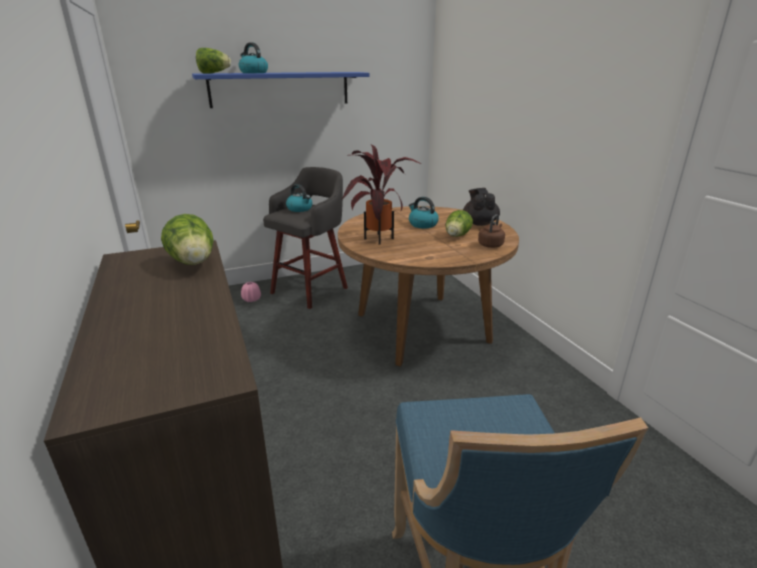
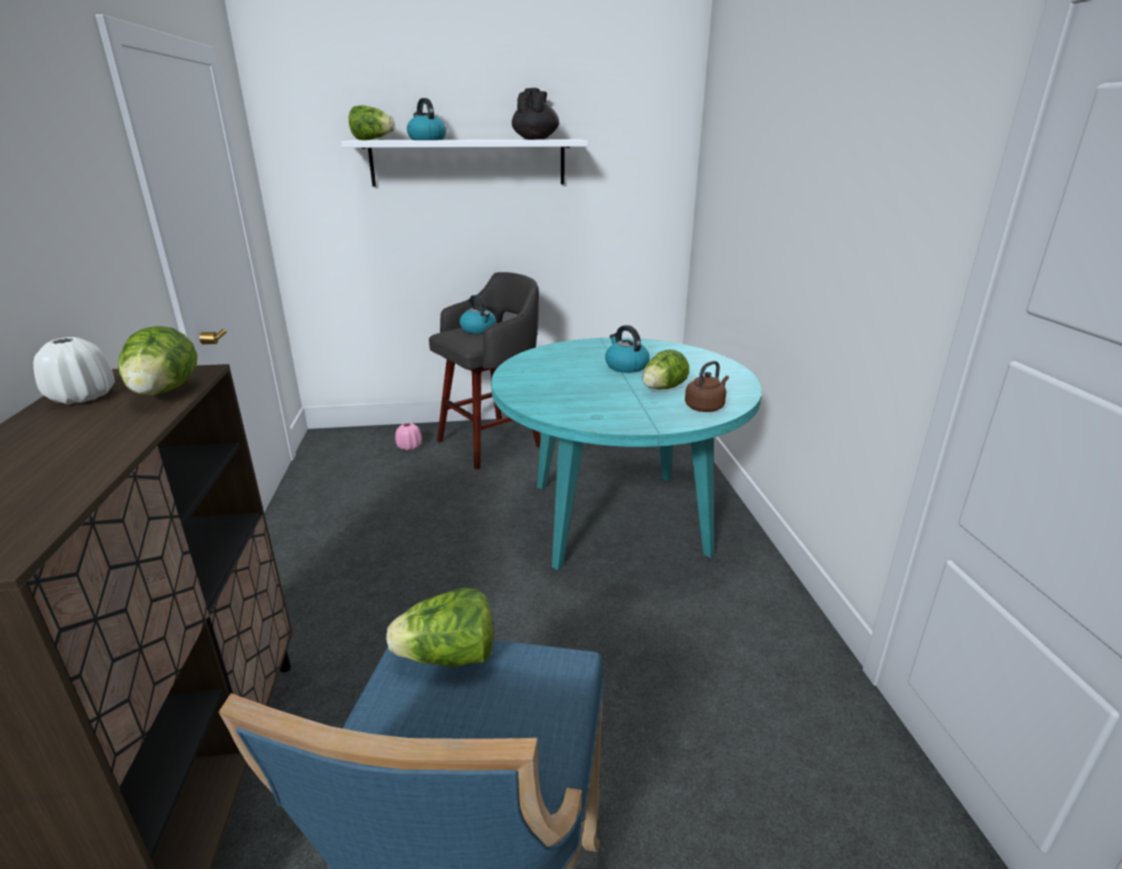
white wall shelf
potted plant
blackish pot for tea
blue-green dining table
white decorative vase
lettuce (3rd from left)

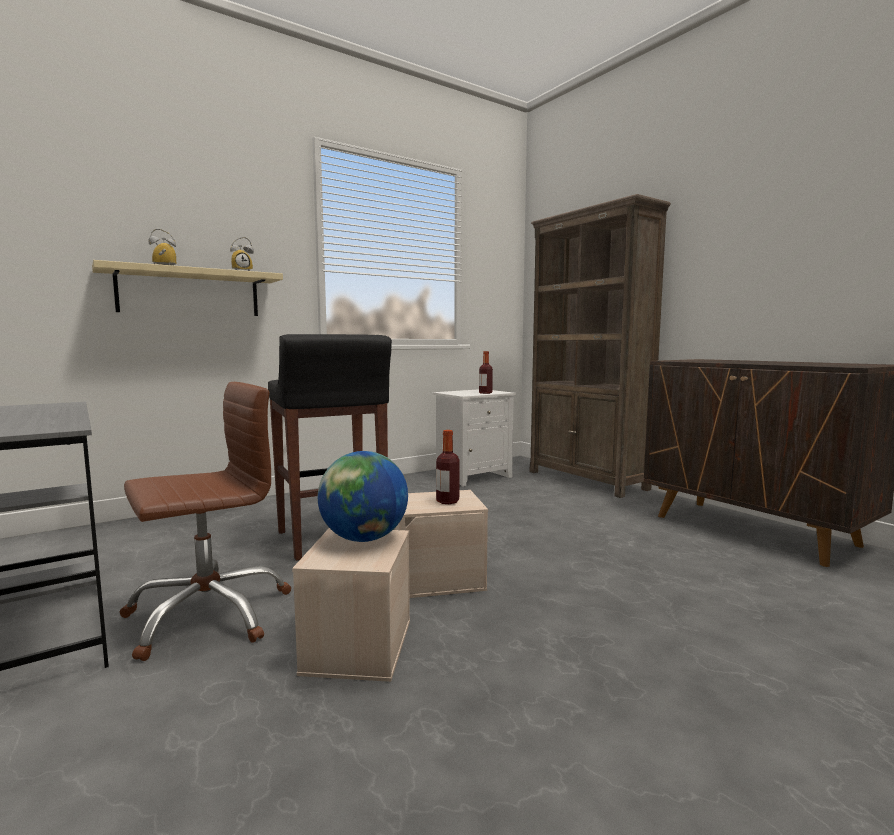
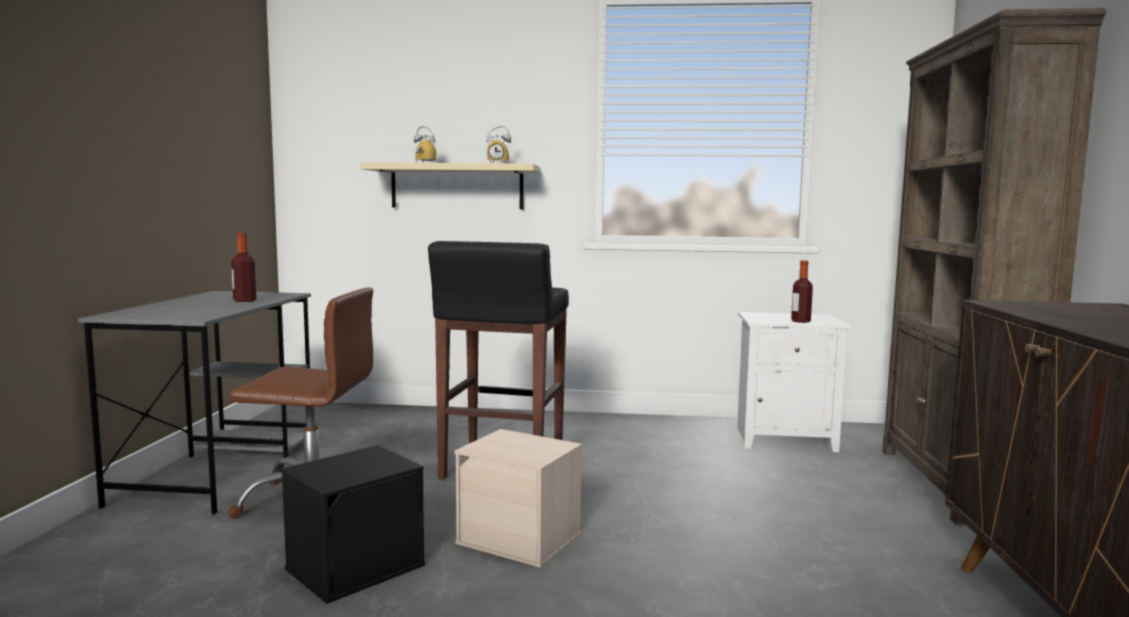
bottle (1st from left)
globe
blackish storage bin

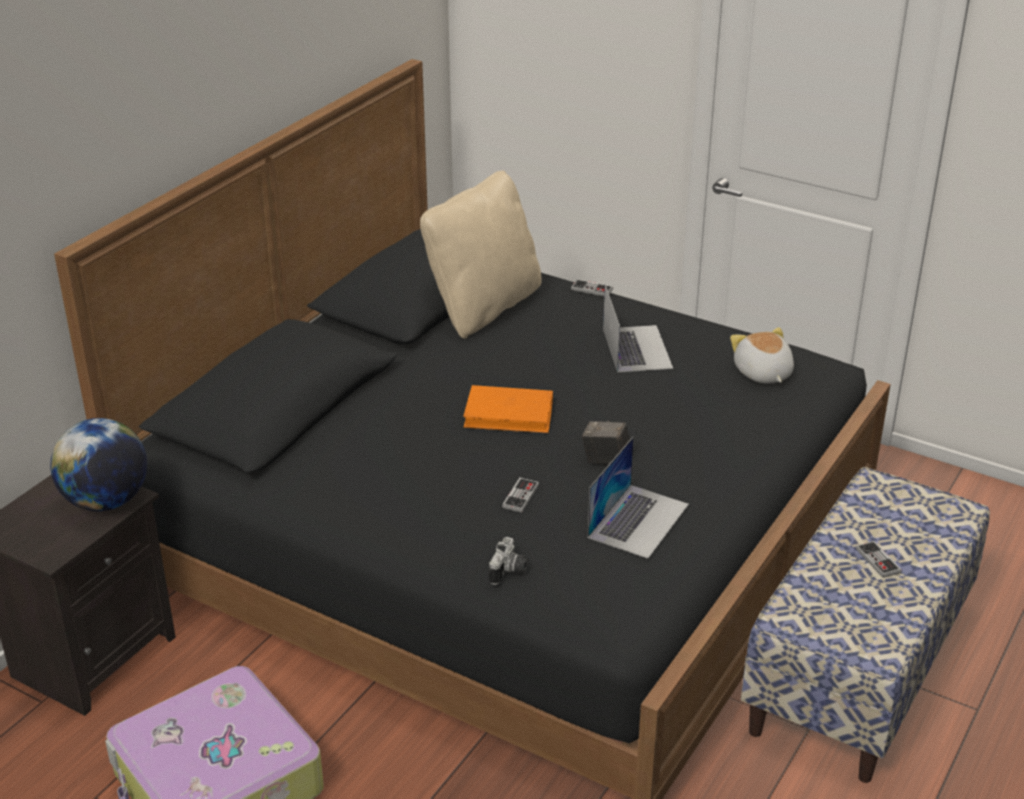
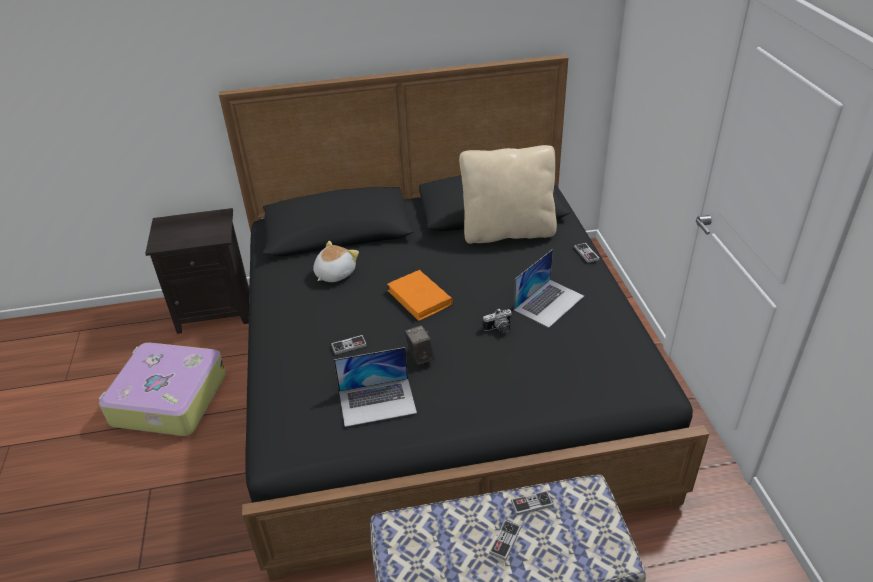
plush toy
globe
still camera (2nd from left)
game controller (3rd from left)

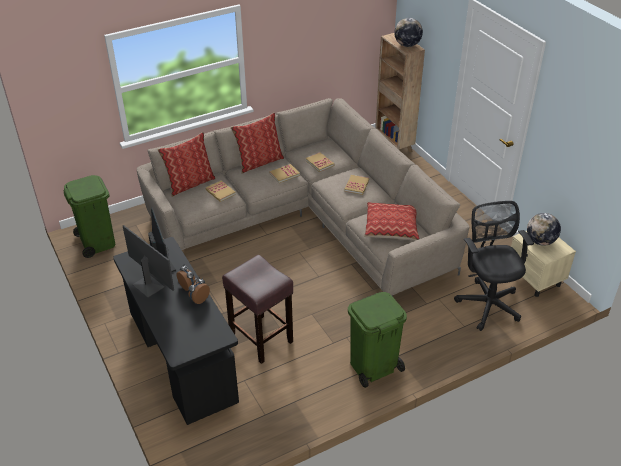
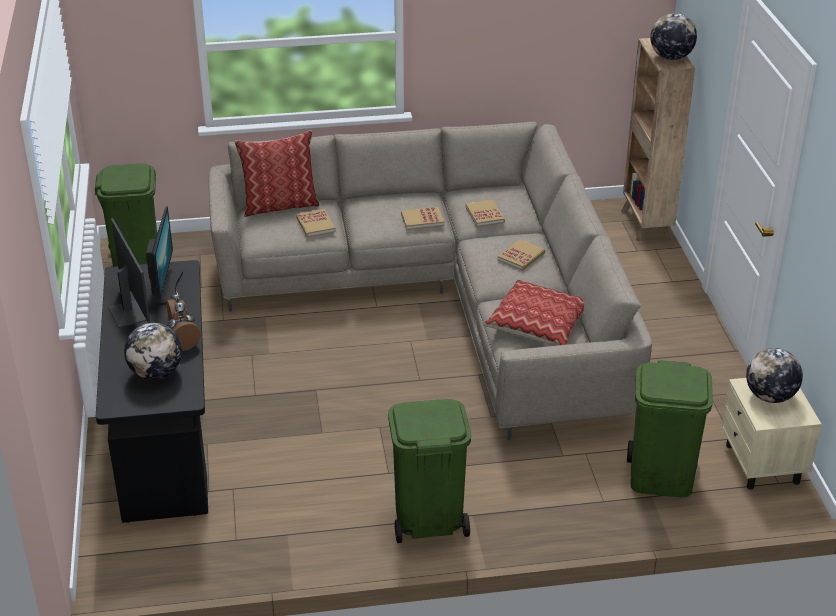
throw pillow (2nd from left in the first image)
green-coloured waste bin (3rd from left)
brown-coloured sitting stool
globe (1st from left)

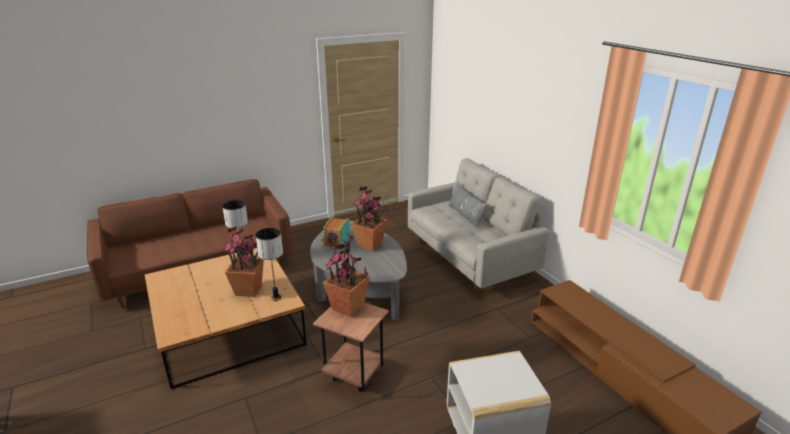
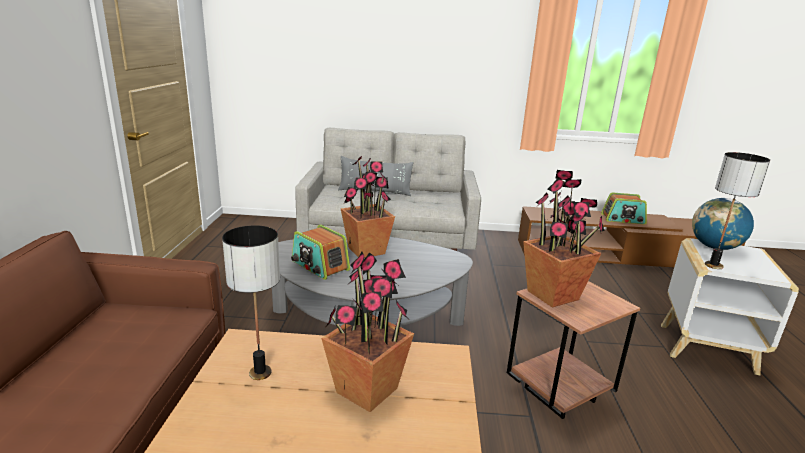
lamp for a table (2nd from left)
radio (2nd from left)
globe

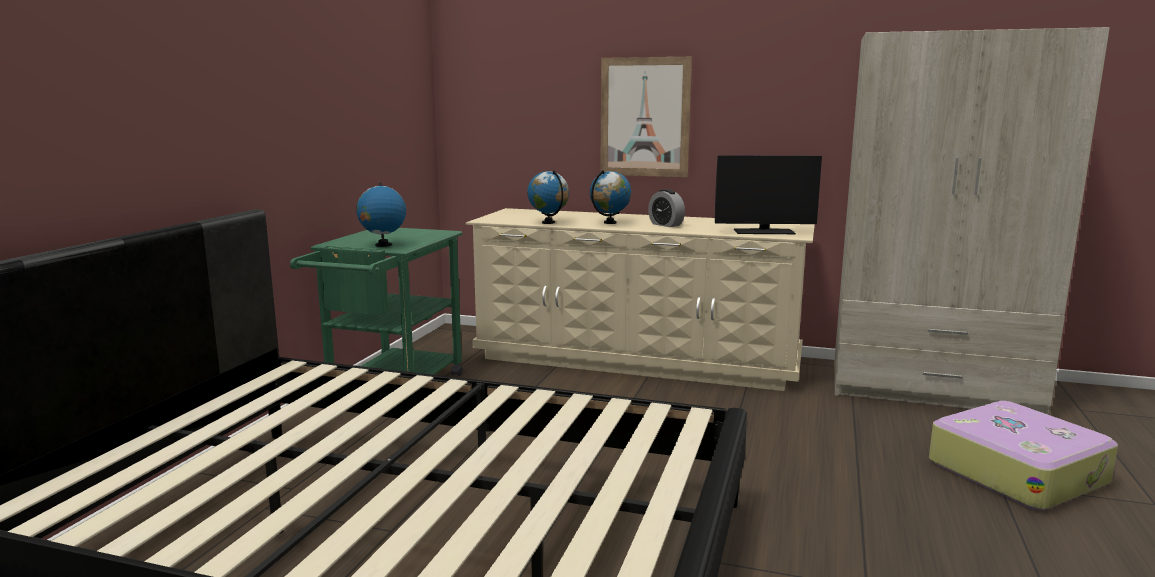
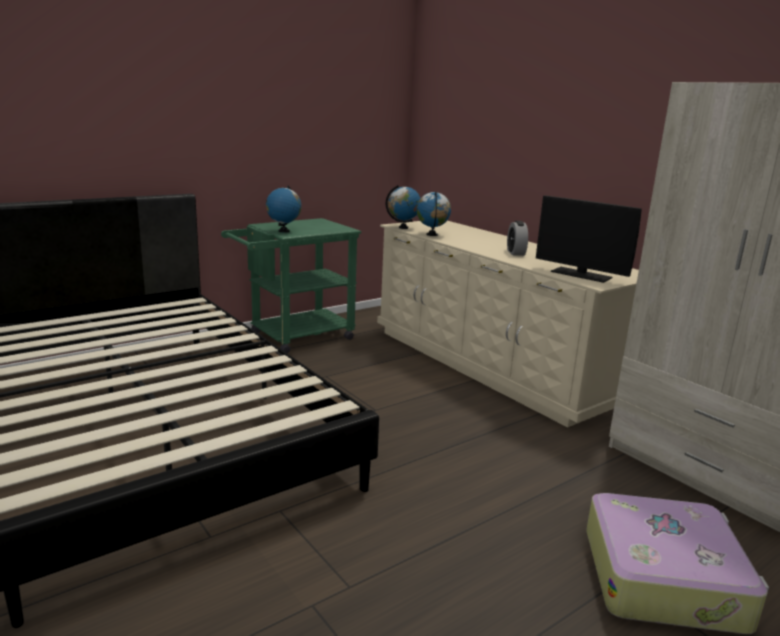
wall picture
globe (2nd from left)

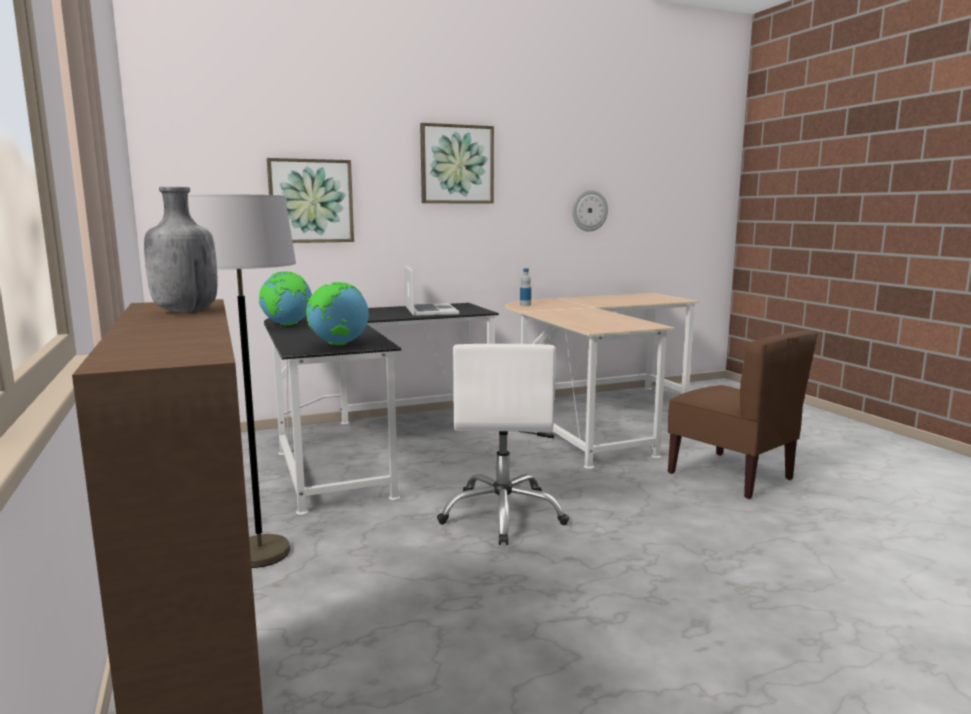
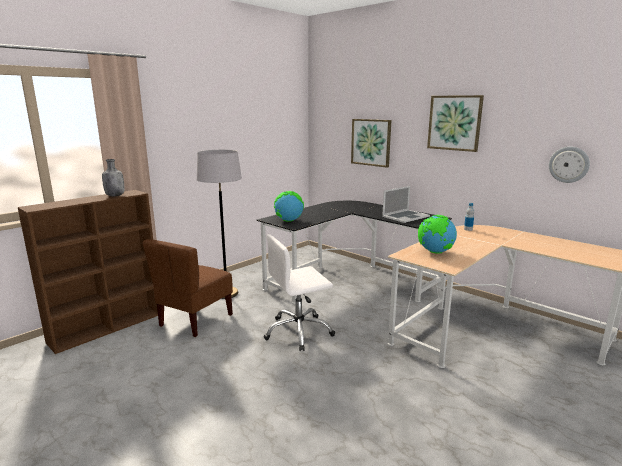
globe (2nd from left)
brown-coloured plain chair

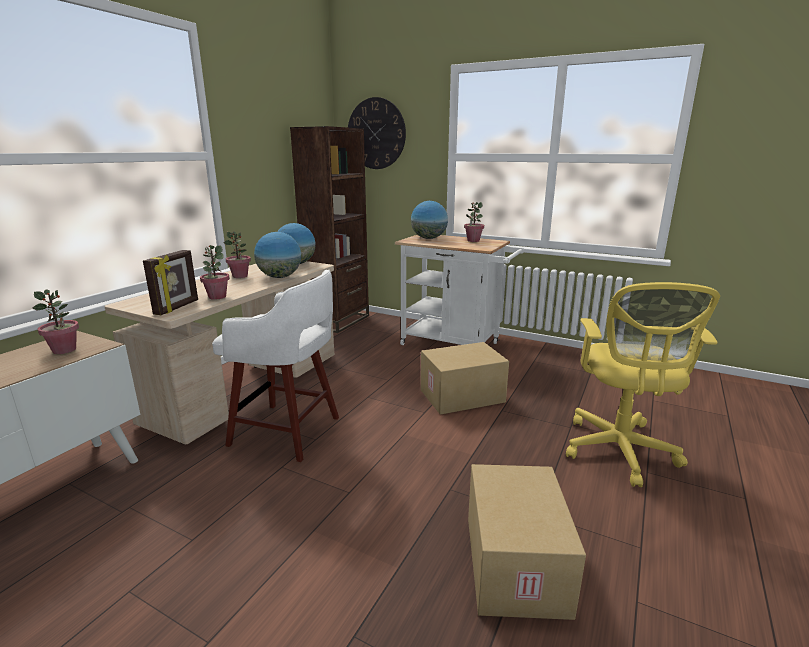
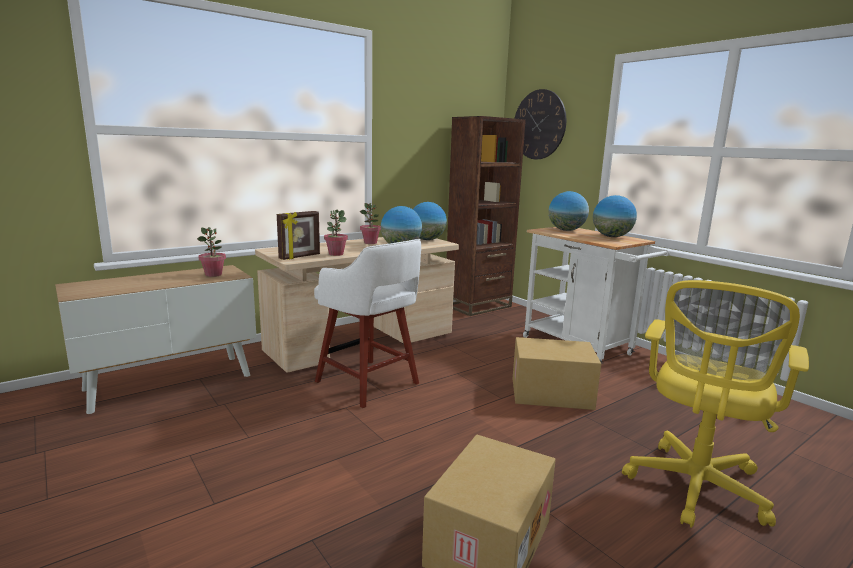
globe (4th from left)

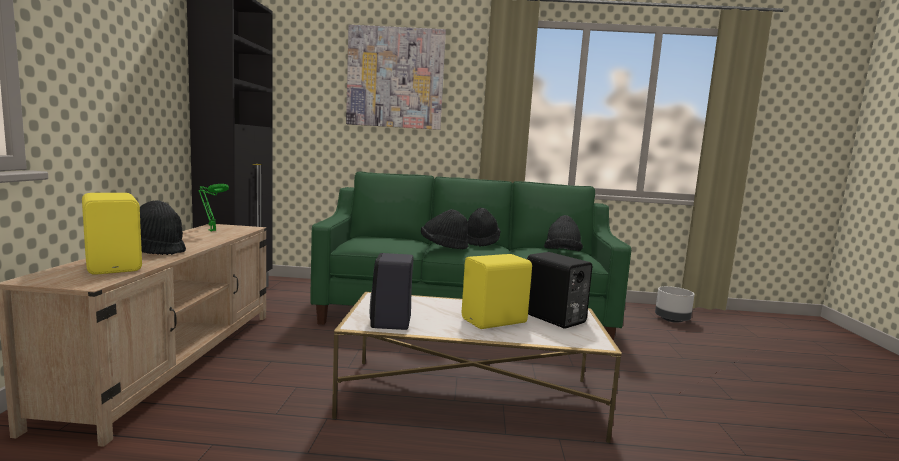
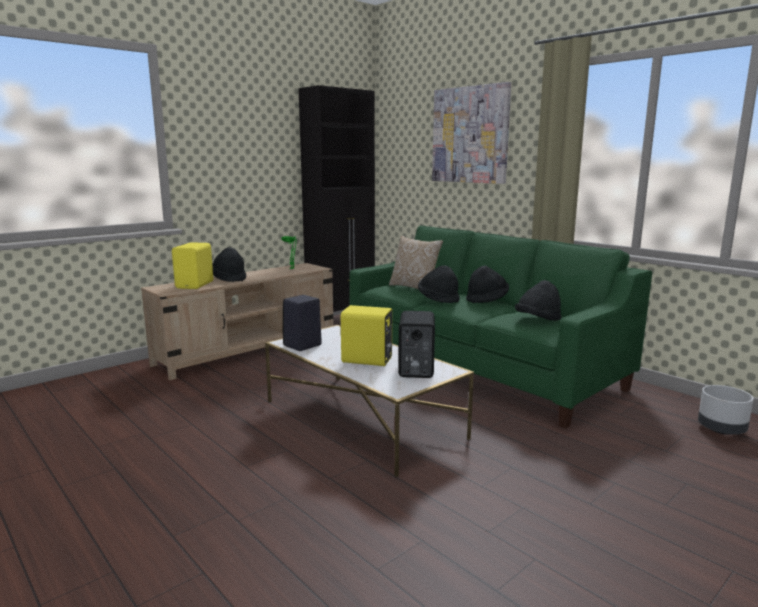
throw pillow

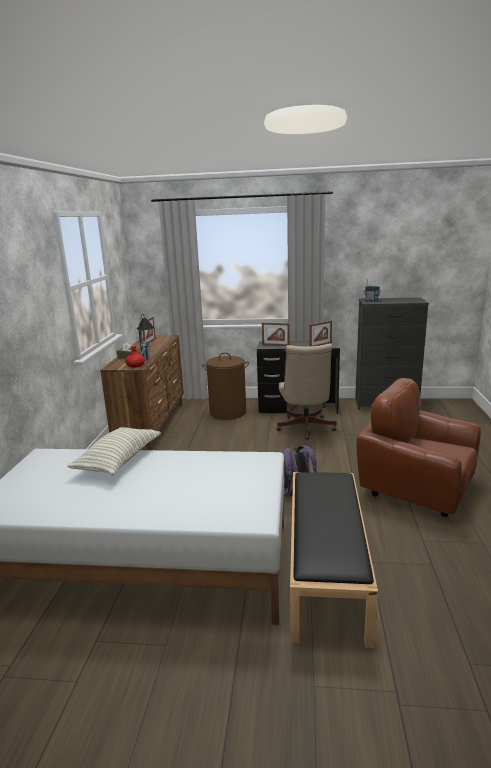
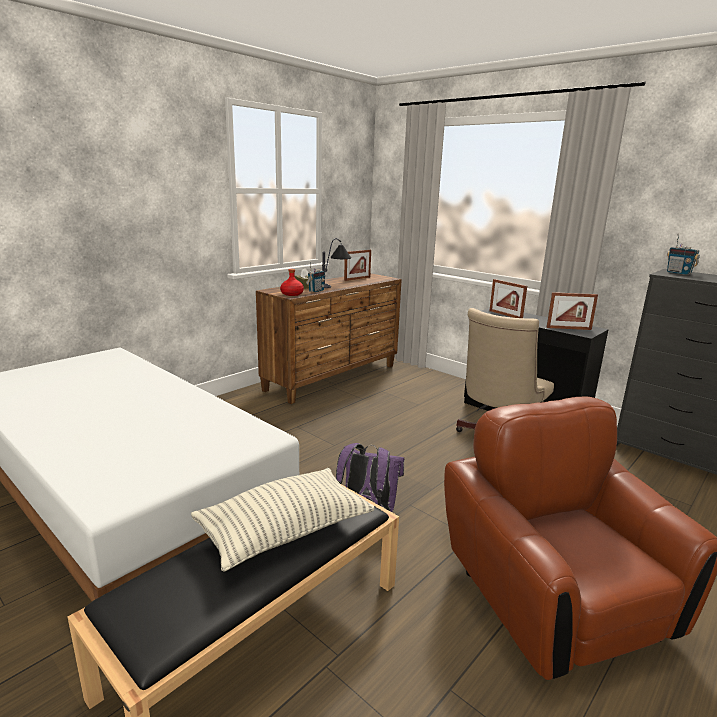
brown-coloured washing basket
throw pillow

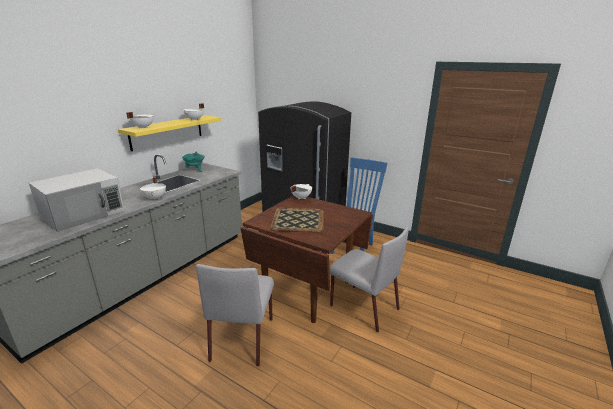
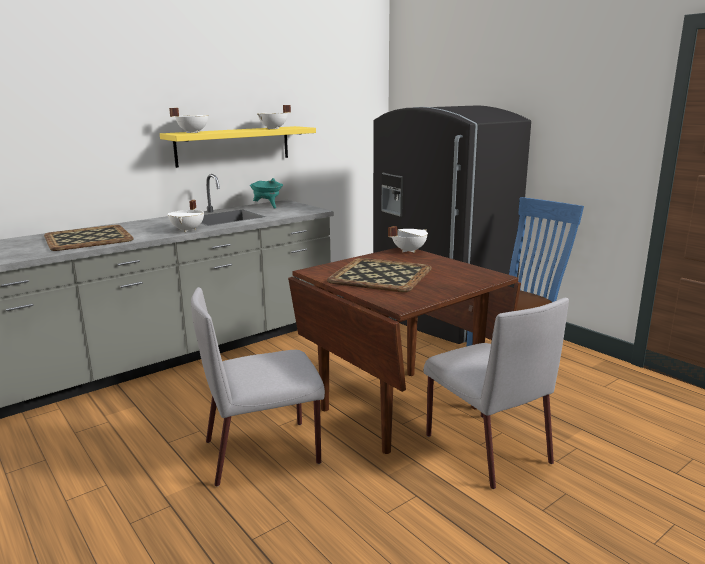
serving tray (1st from left)
grey plain chair (1st from left)

